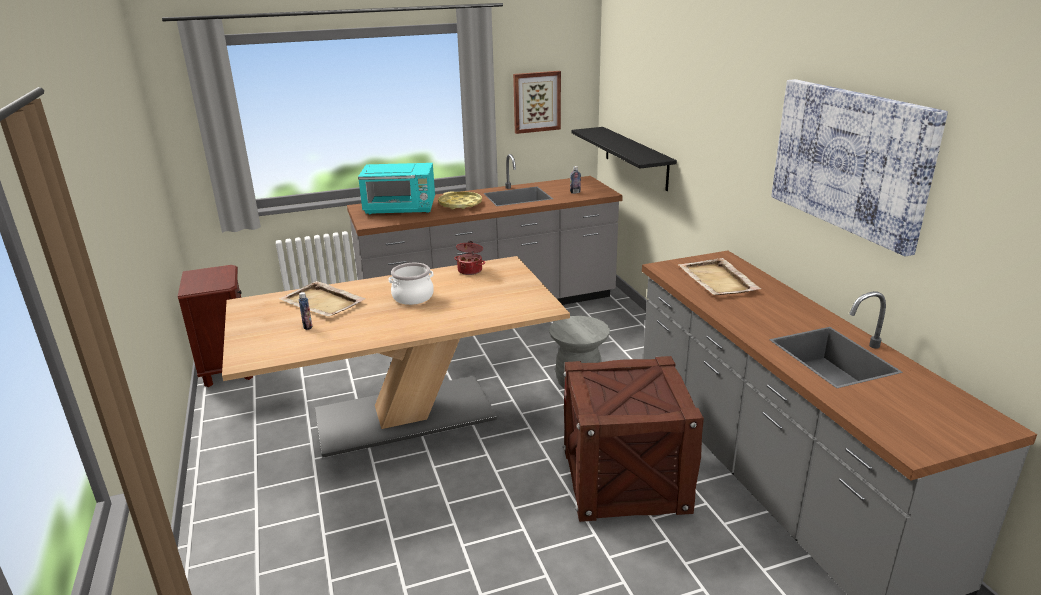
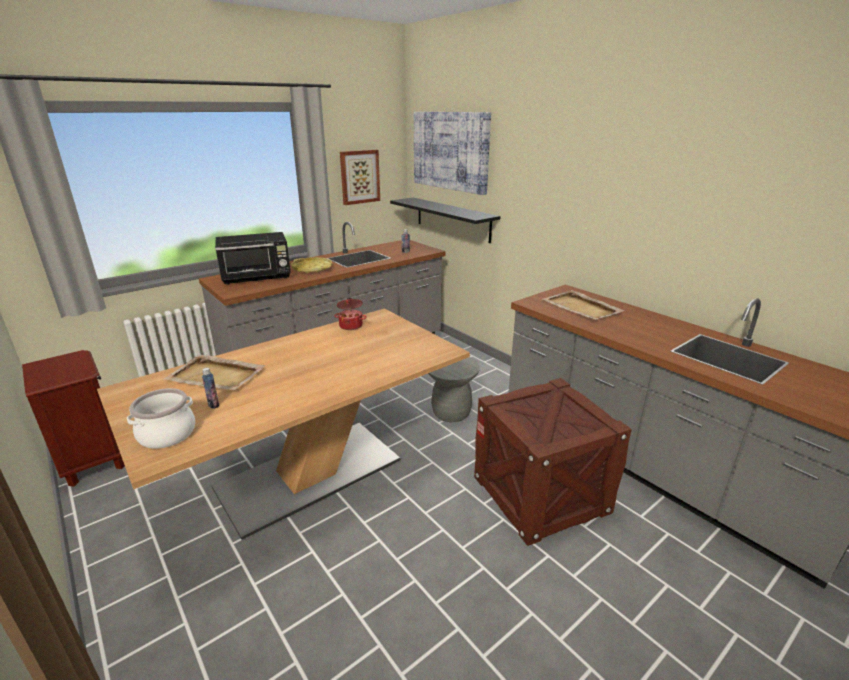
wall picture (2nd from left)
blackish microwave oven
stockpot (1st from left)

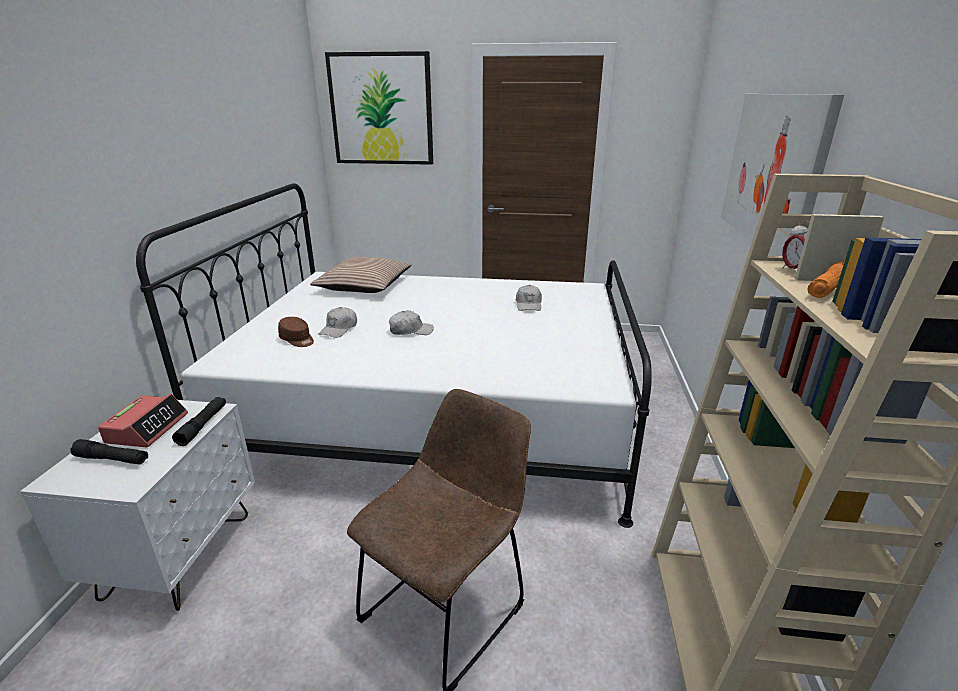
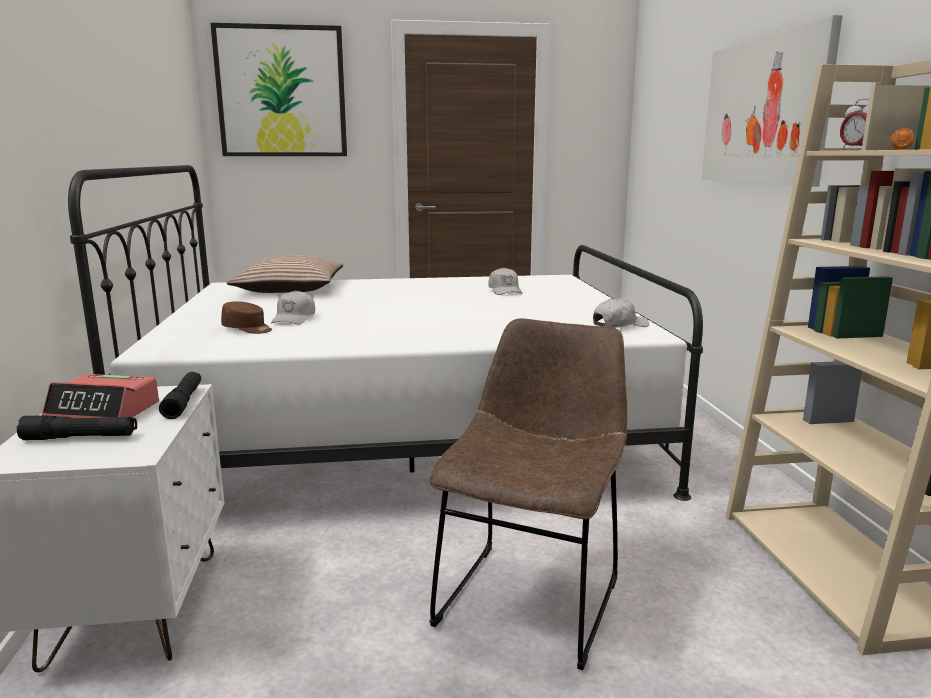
white peaked cap (3rd from left)
table clock (1st from left)

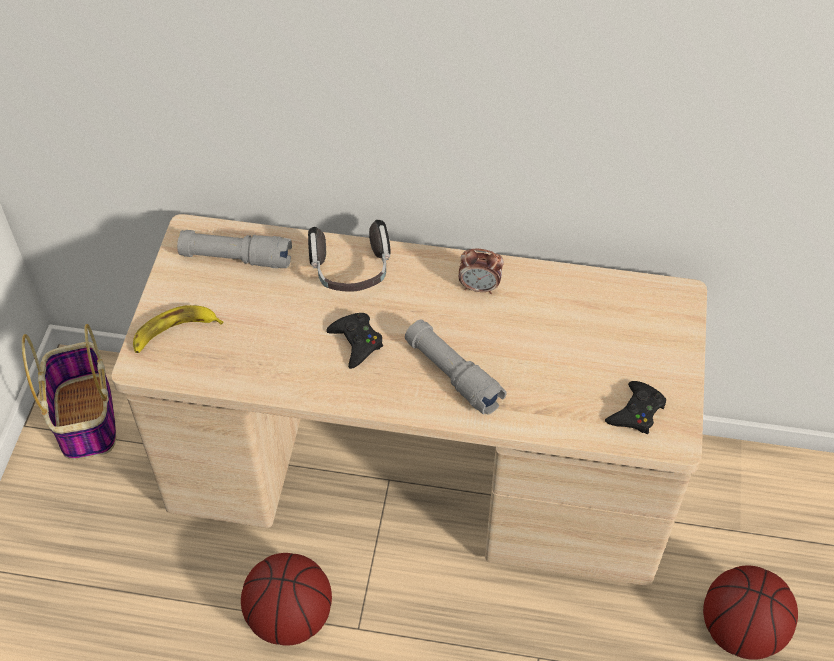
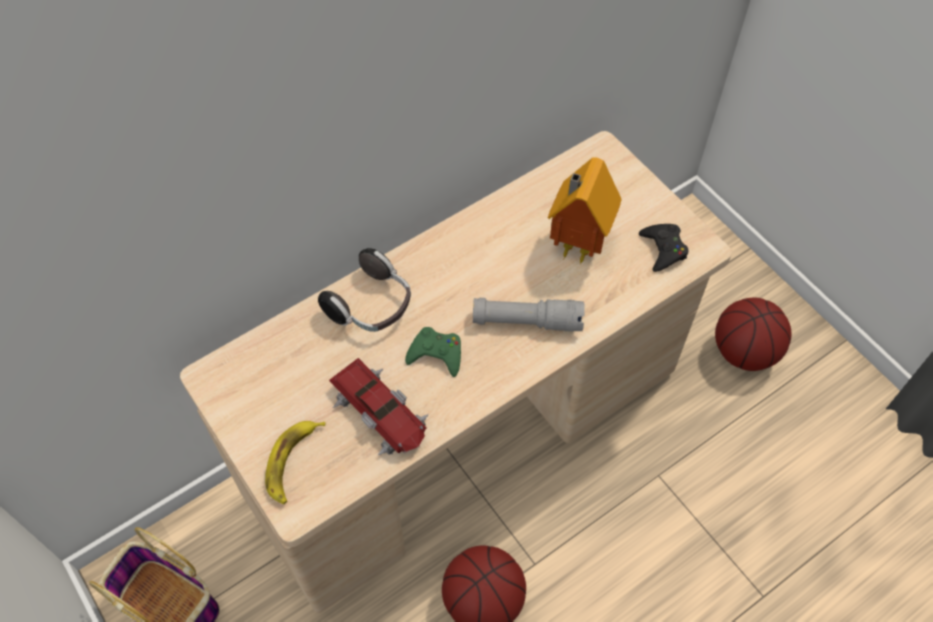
grey hand torch (1st from left in the first image)
table clock
green-coloured game controller
model house
toy car

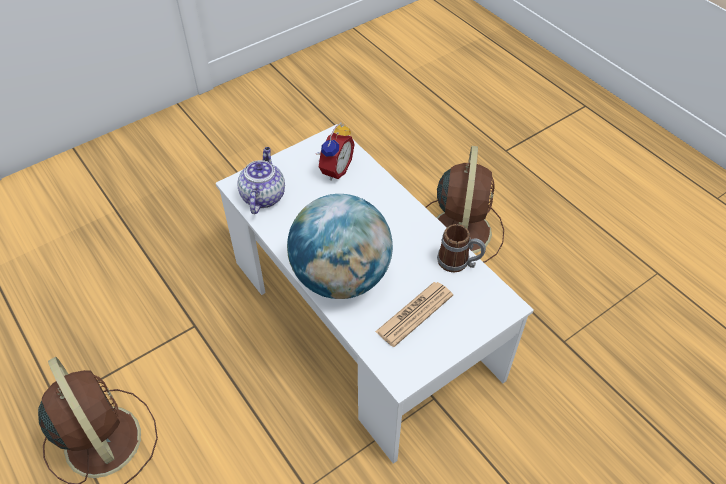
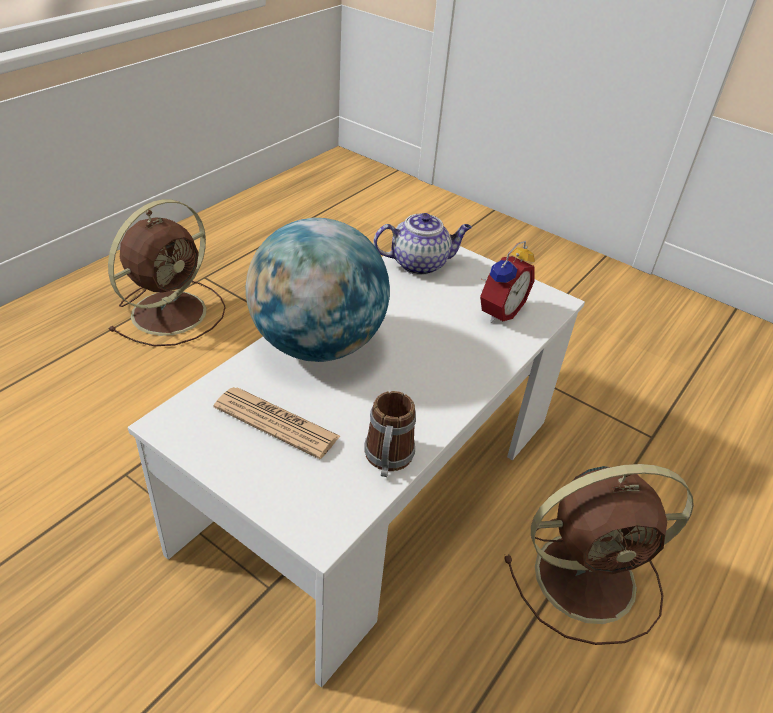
table clock

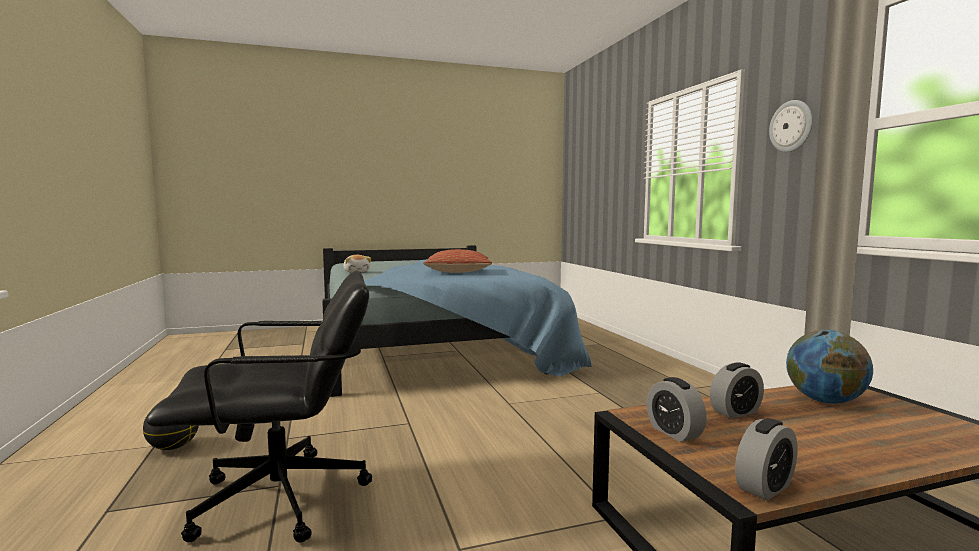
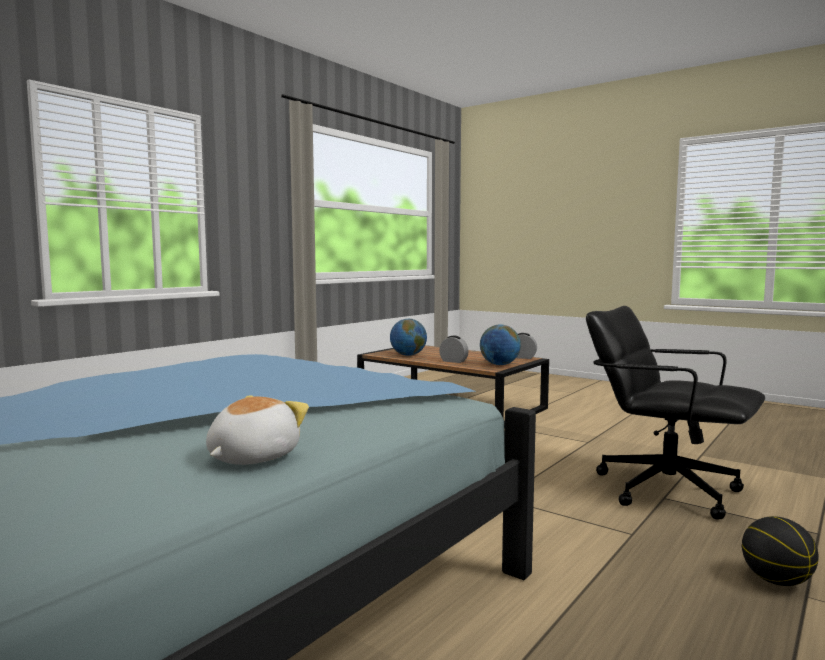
clock on the wall
throw pillow
globe (2nd from left)

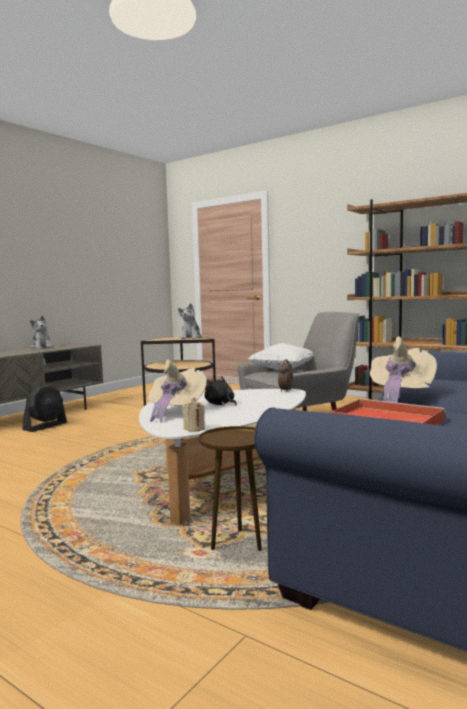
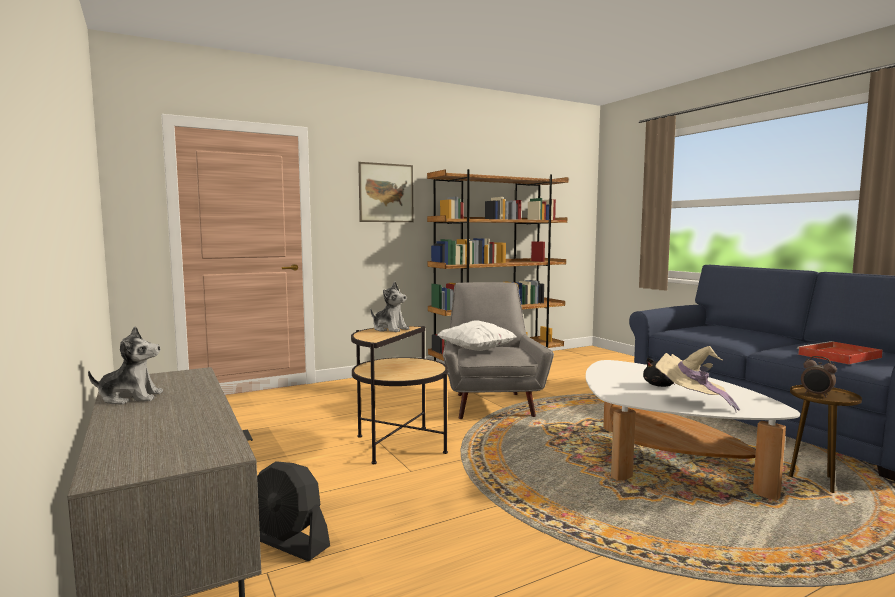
beige hat (2nd from left in the first image)
table clock
blackish cooling fan
beige wax light
wall picture

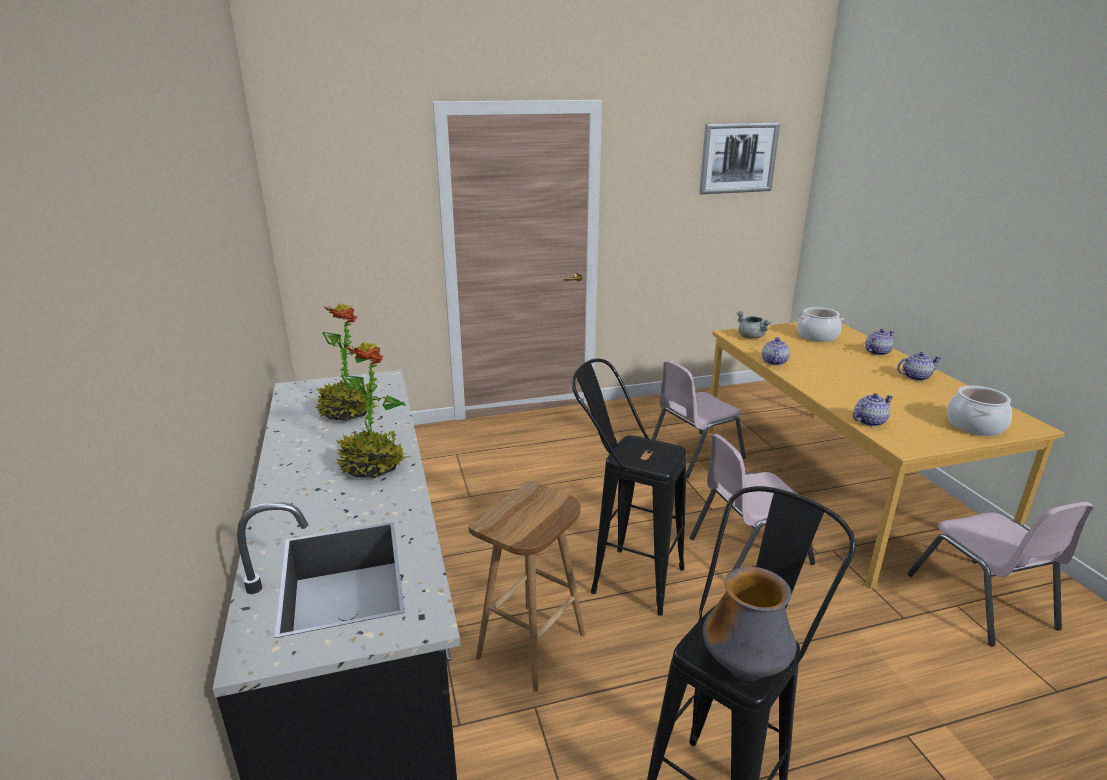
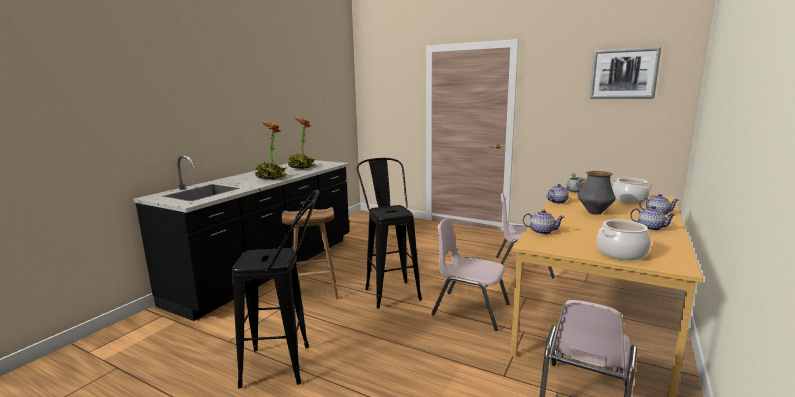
decorative vase

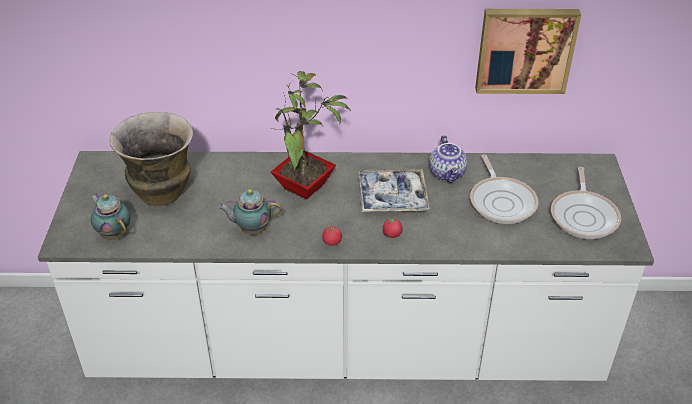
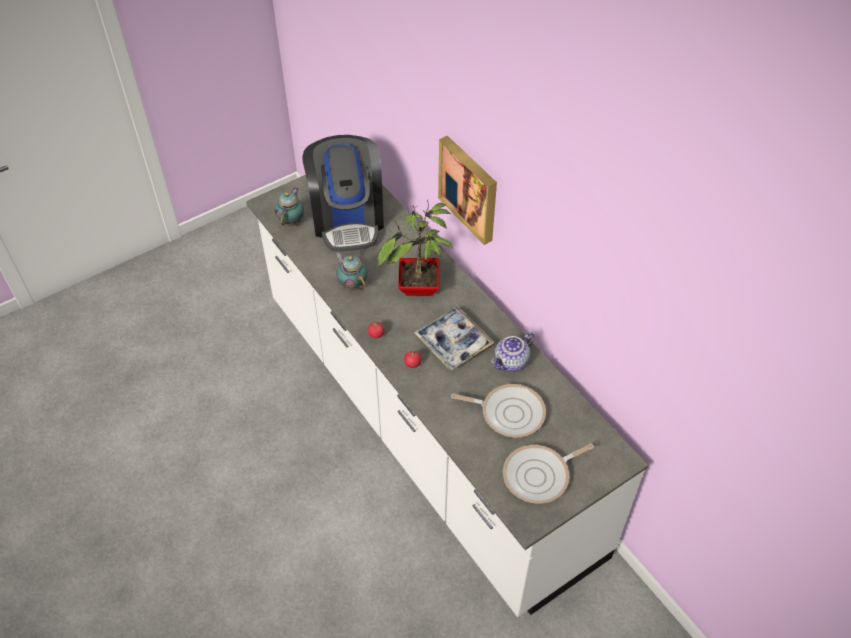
wall picture
coffee machine
skillet (1st from left)

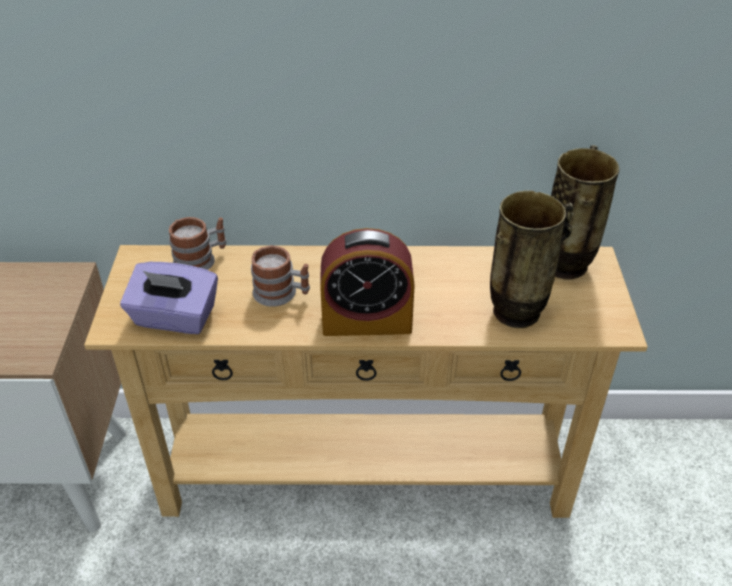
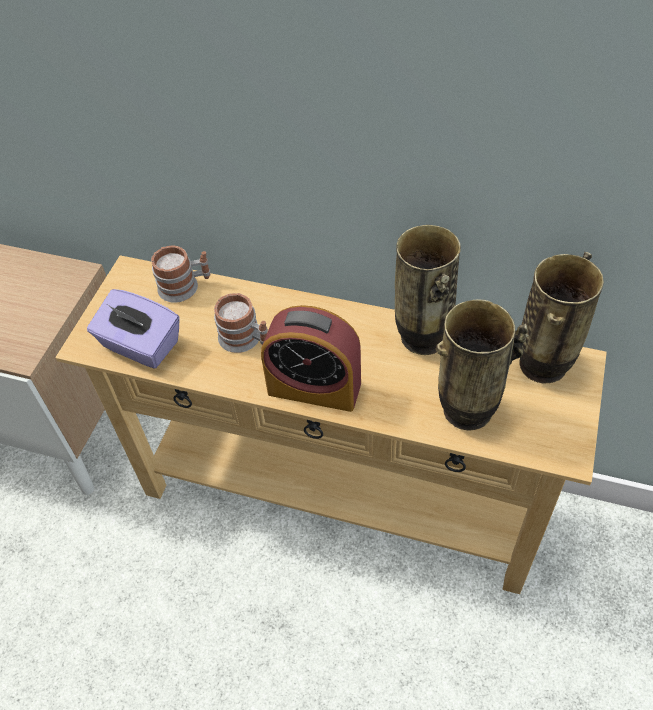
decorative vase (1st from left)

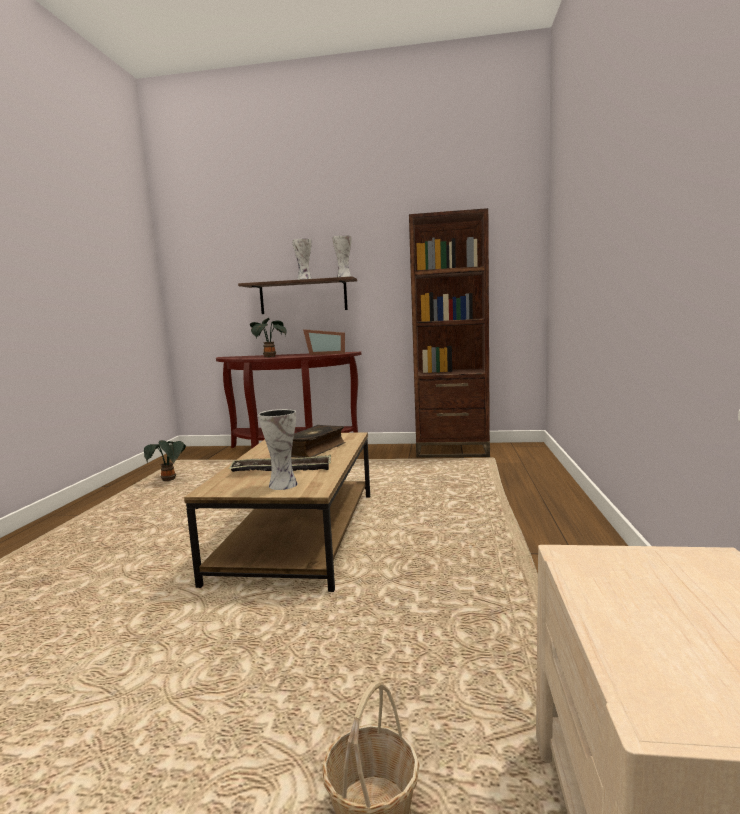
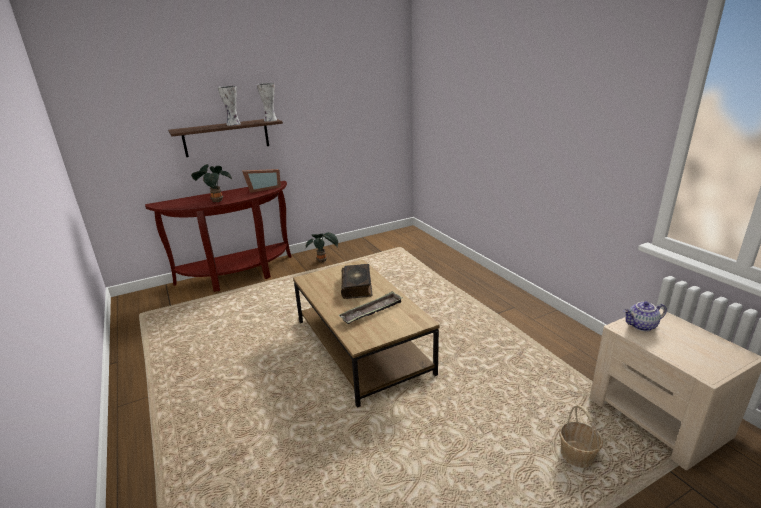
brown-coloured shelving unit
decorative vase (1st from left in the first image)
potted plant (2nd from left)
pot for tea

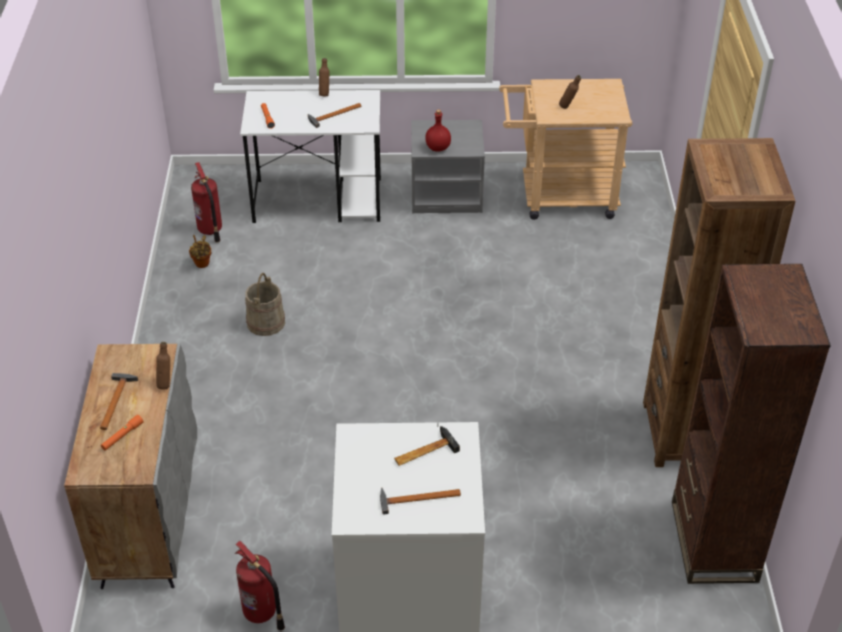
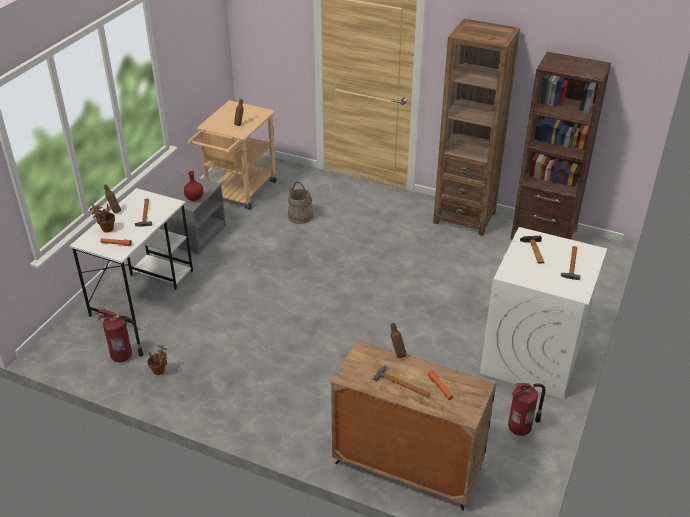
beige water bucket
potted plant (1st from left)

